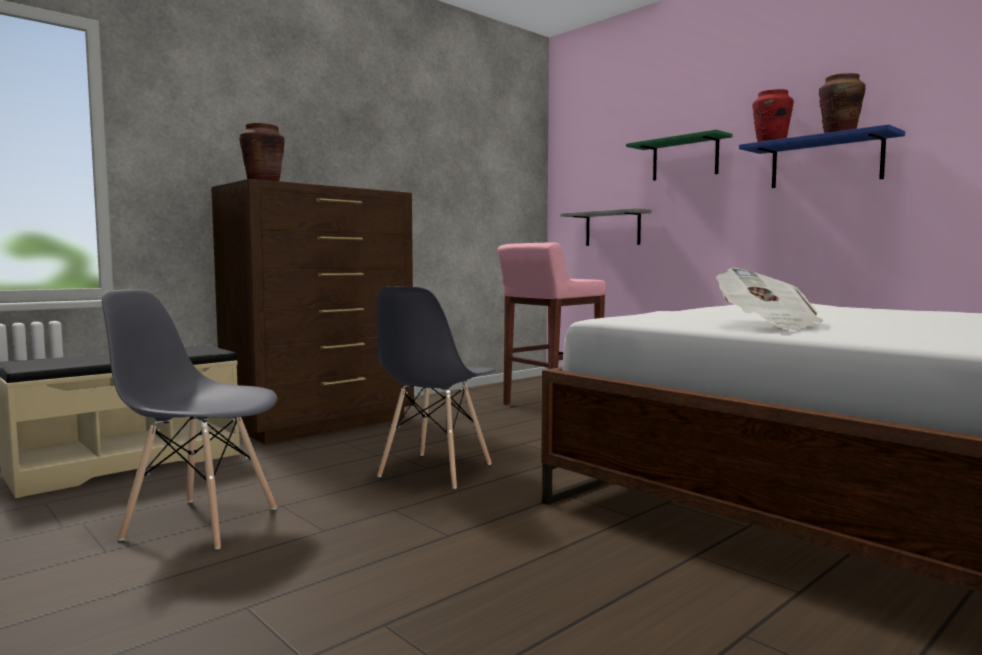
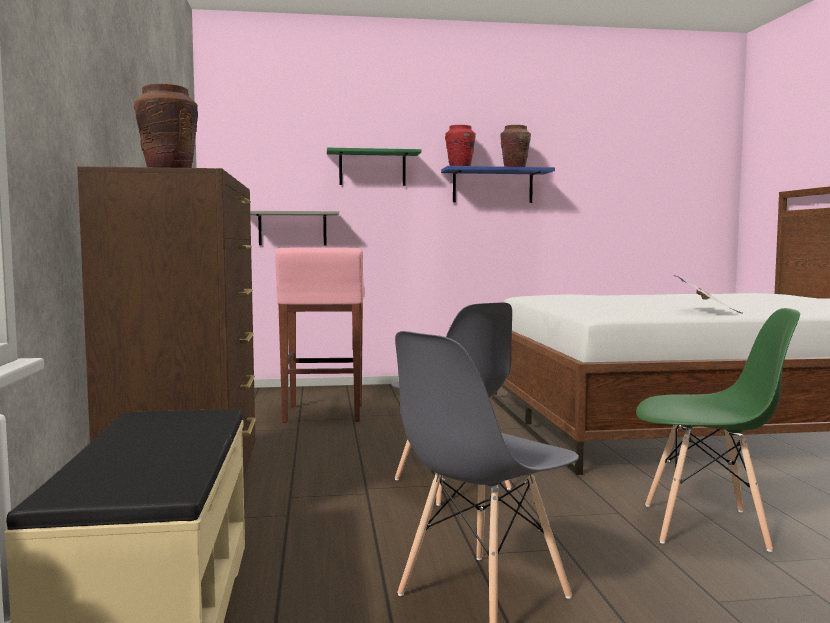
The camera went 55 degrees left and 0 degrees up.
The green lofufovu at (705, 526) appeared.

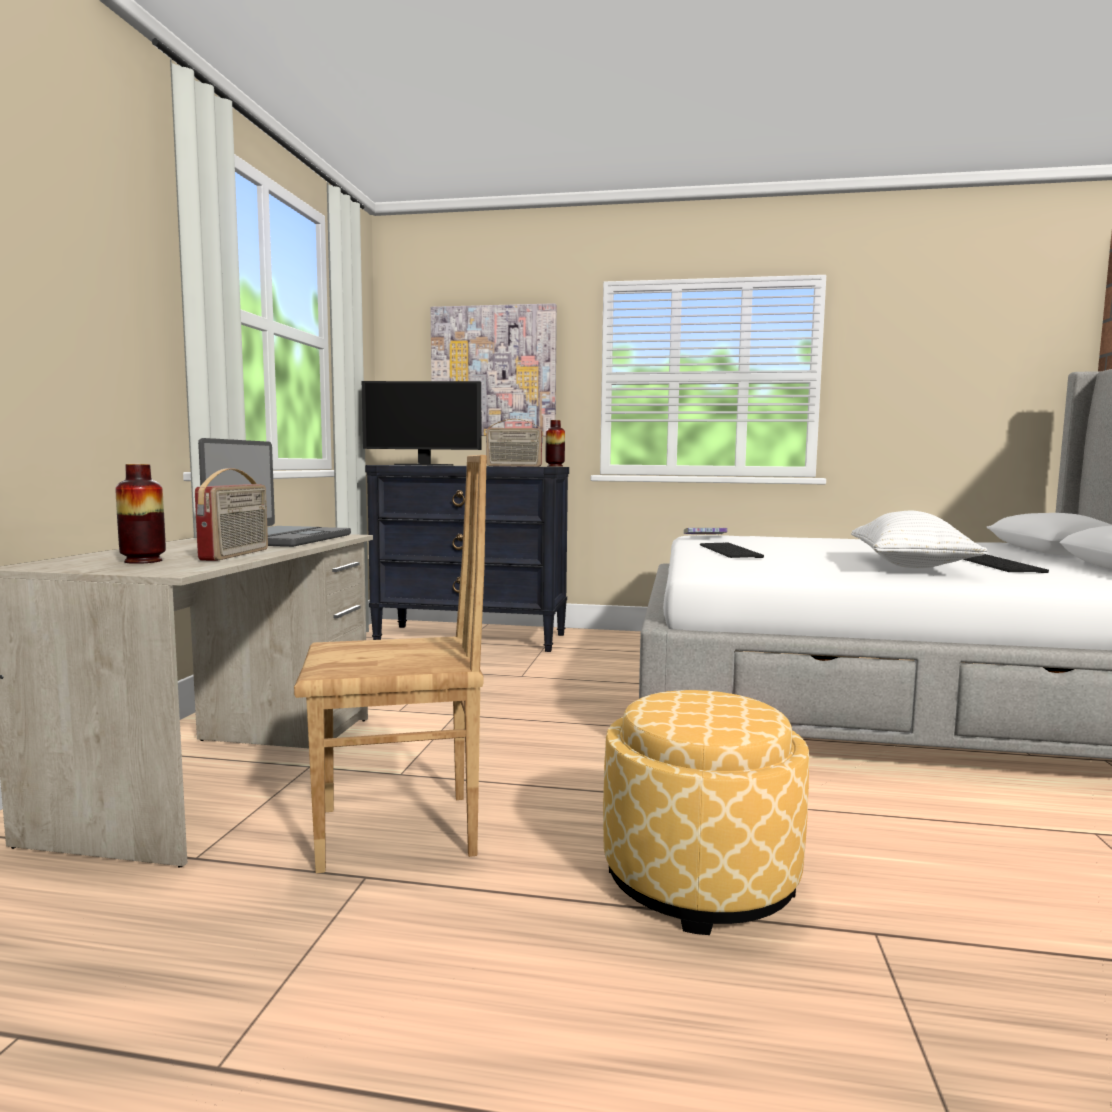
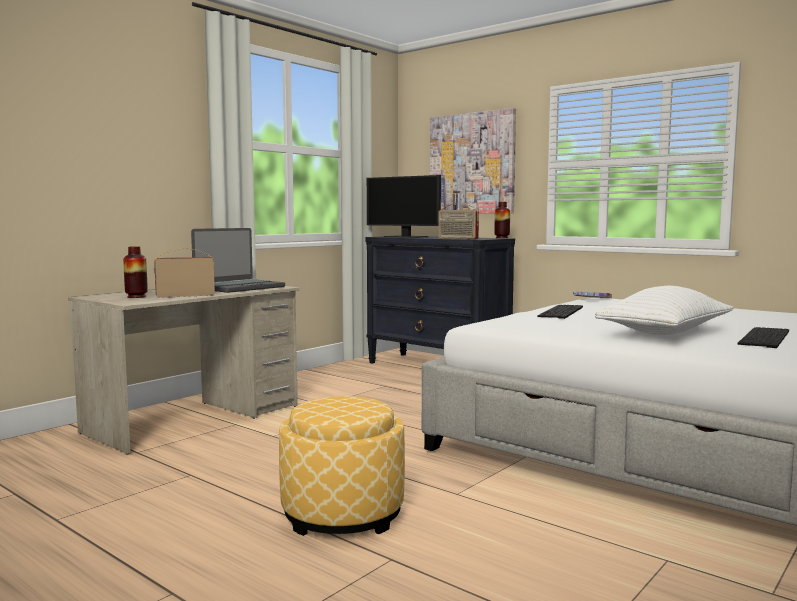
The camera went 30 degrees right and 0 degrees up.
The brown lofufovu at (399, 832) disappeared.
The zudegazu at (236, 554) turned 150 degrees counterclockwise.

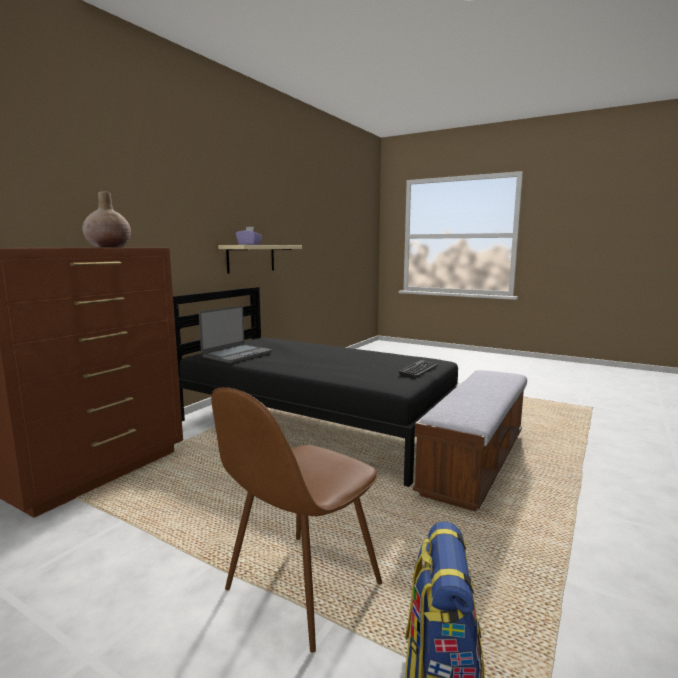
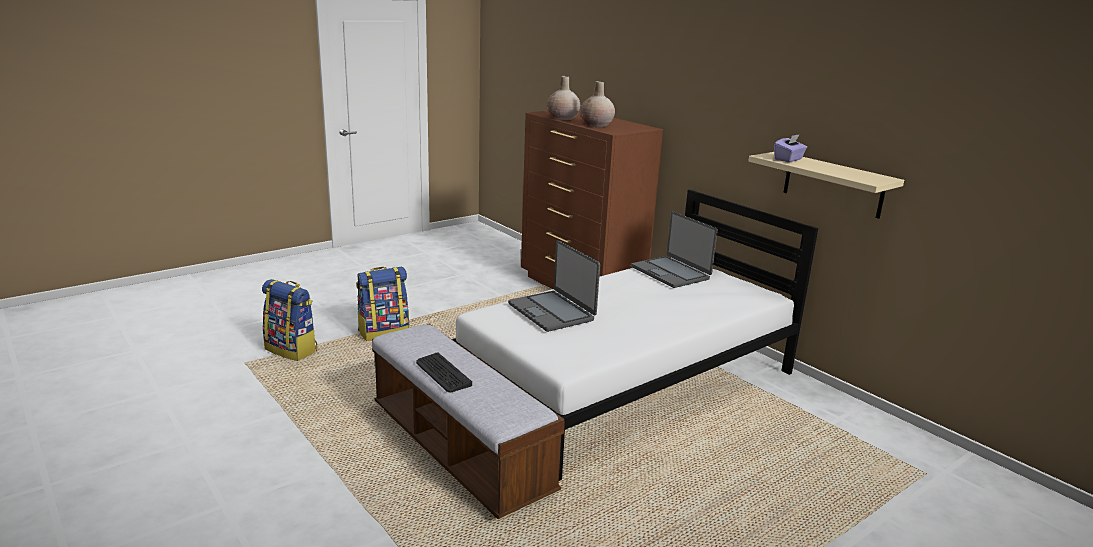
The camera went 110 degrees right and 10 degrees up.
The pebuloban at (552, 312) appeared.
The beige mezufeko at (563, 118) appeared.
The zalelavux moved from (419, 369) to (443, 373).
The brown lofufovu at (300, 589) was replaced by the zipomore at (384, 332).
The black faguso at (315, 425) became the white faguso at (629, 384).

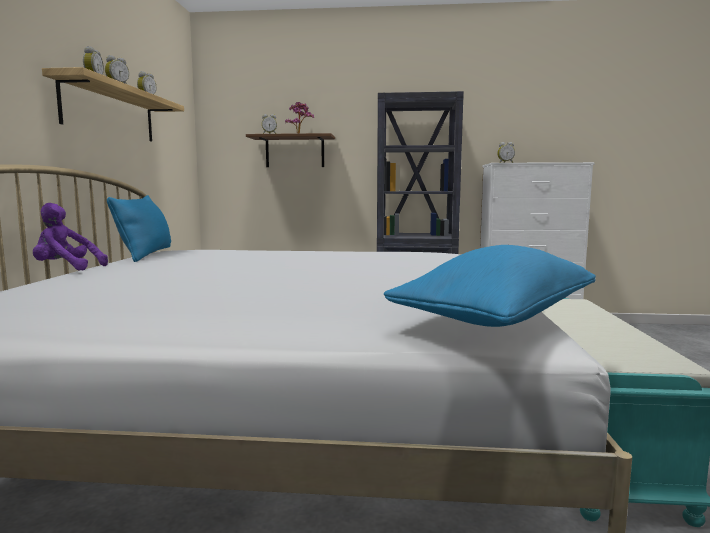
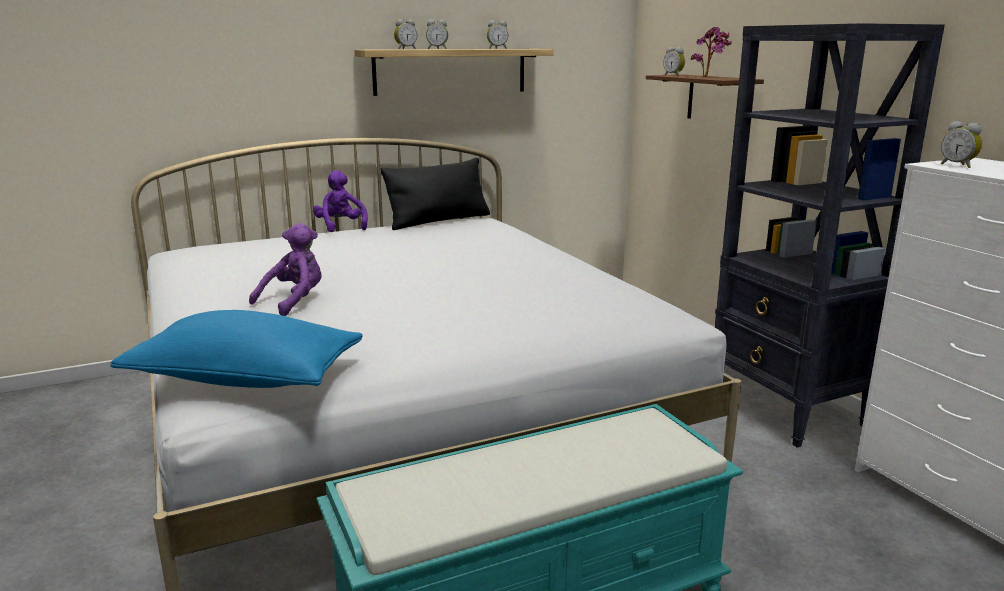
The camera went 60 degrees right and 10 degrees up.
The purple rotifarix at (294, 302) appeared.
The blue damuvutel at (146, 254) became the black damuvutel at (439, 221).

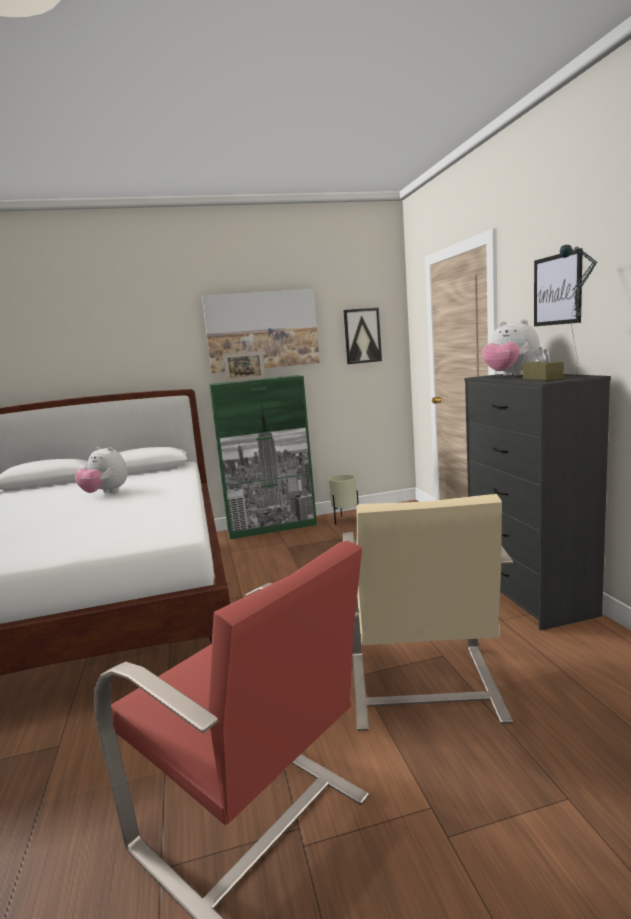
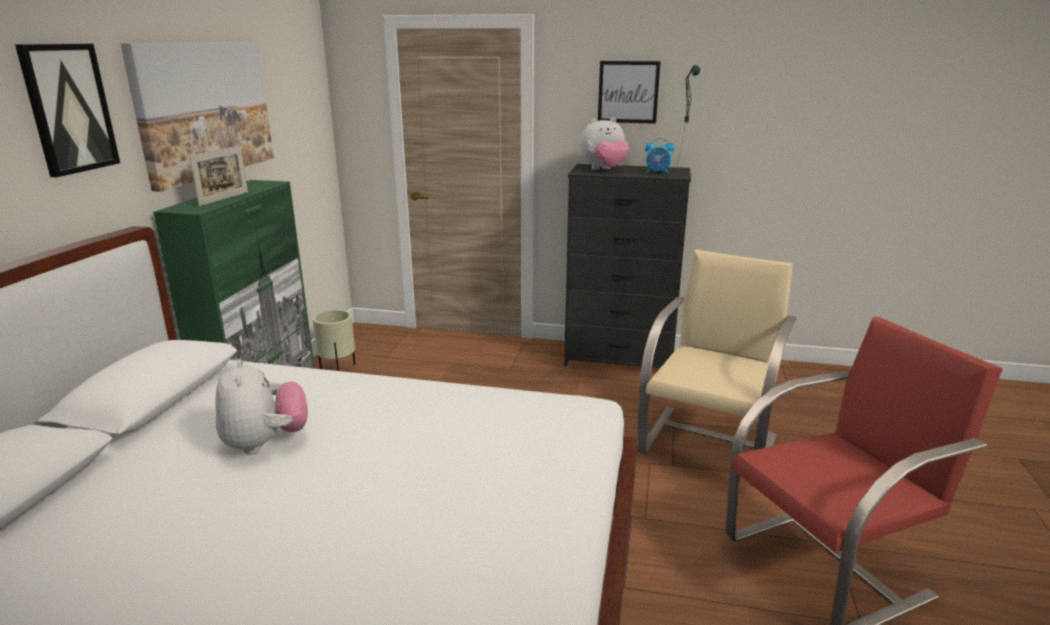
The camera went 65 degrees left and 10 degrees up.
The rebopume moved from (362, 336) to (69, 109).
The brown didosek at (542, 378) was replaced by the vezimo at (657, 173).
The rotifarix at (105, 493) turned 75 degrees counterclockwise.
The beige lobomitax at (423, 687) turned 90 degrees counterclockwise.

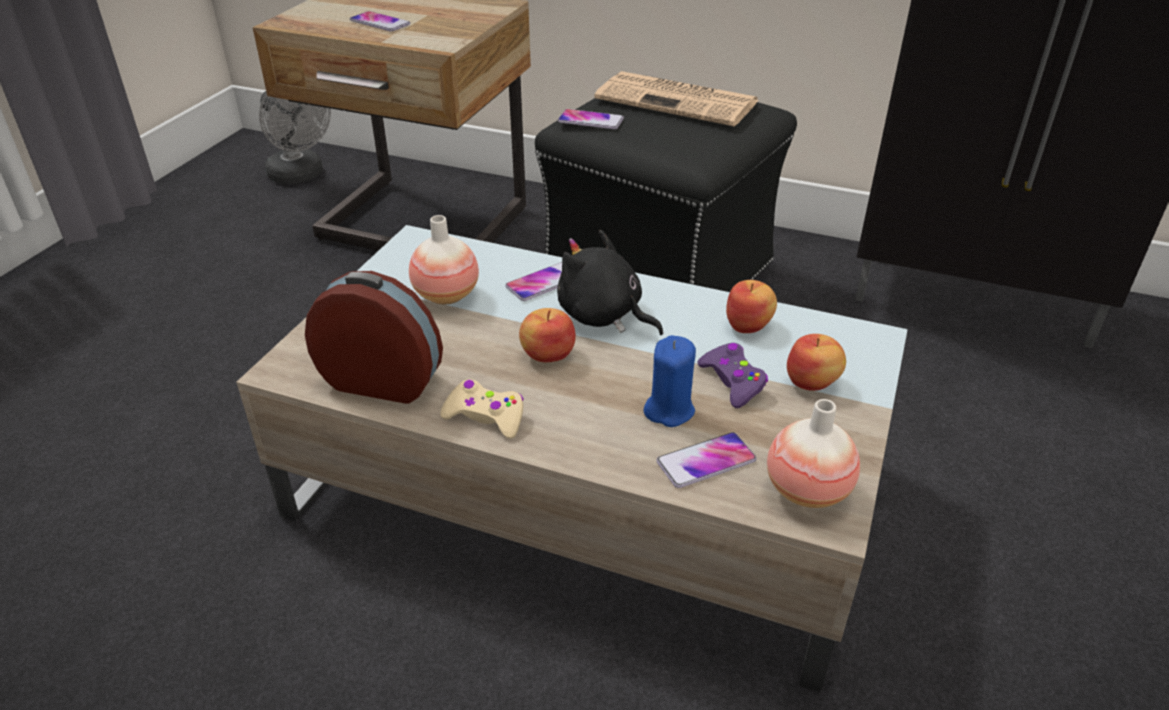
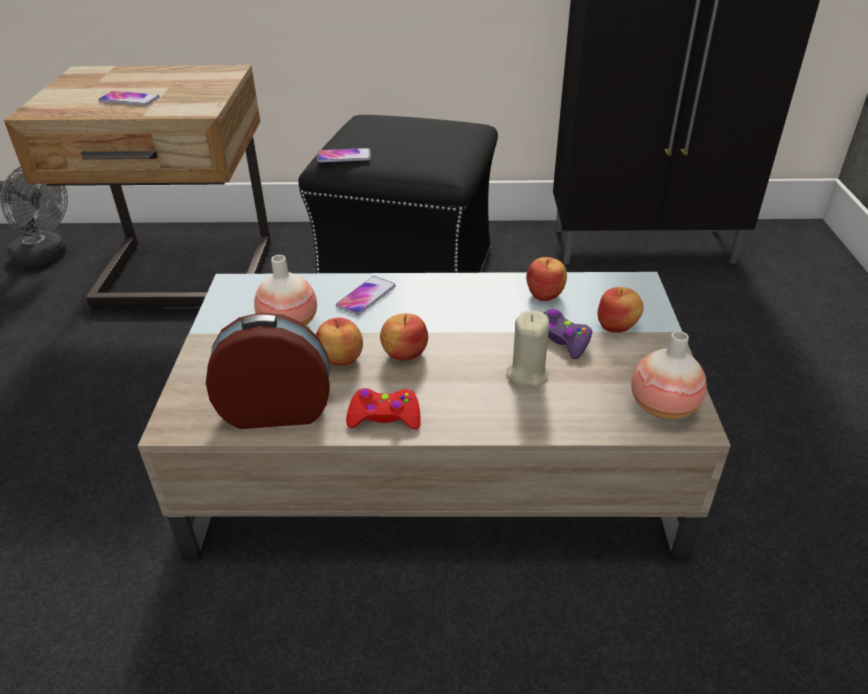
The camera went 20 degrees left and 0 degrees up.
The black rotifarix at (603, 316) disappeared.
The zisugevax at (679, 101) disappeared.
The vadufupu at (706, 461) disappeared.
The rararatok at (340, 359) appeared.
The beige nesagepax at (485, 416) became the red nesagepax at (384, 416).
The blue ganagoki at (669, 410) became the beige ganagoki at (527, 373).

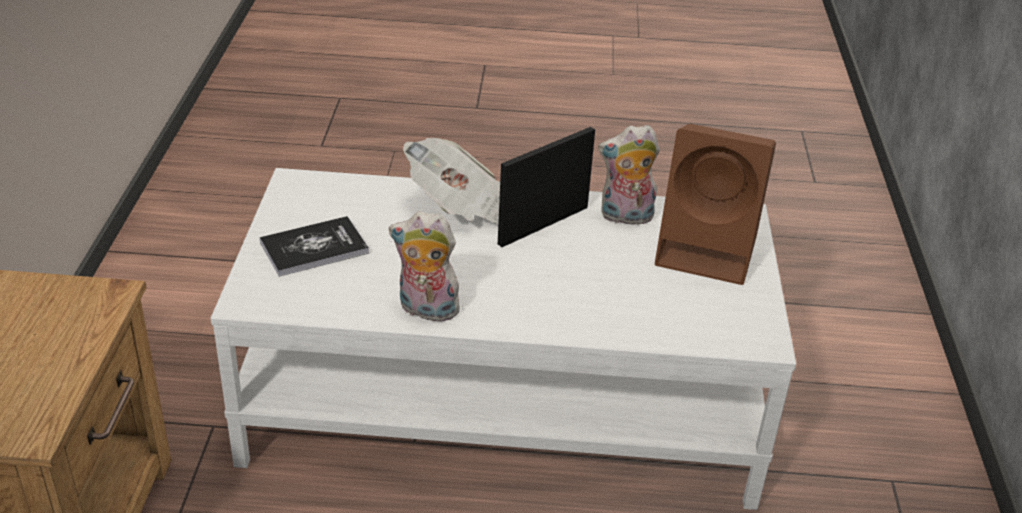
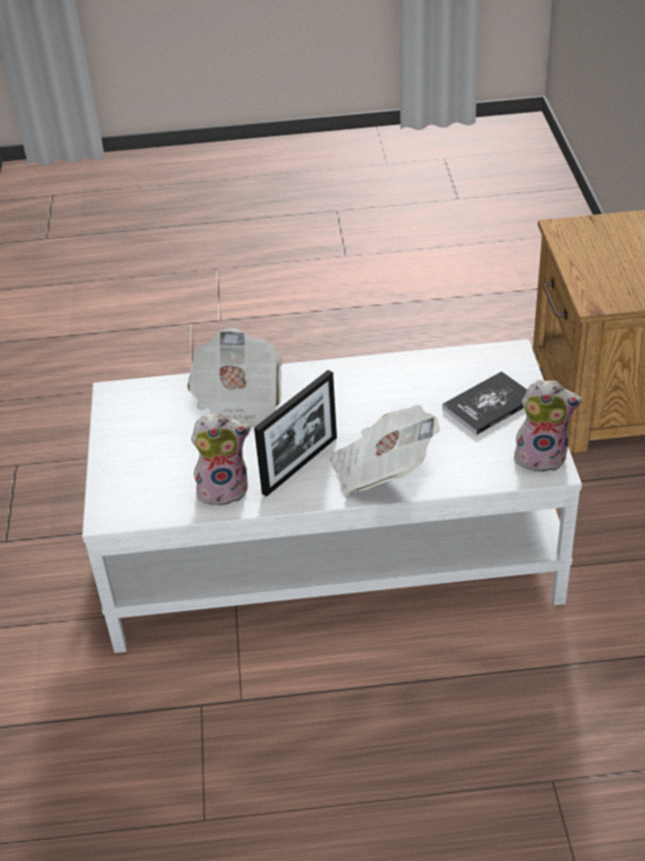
The camera went 175 degrees right and 5 degrees up.
The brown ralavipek at (709, 251) disappeared.
The zisugevax at (238, 404) appeared.
The rotifarix moved from (426, 310) to (541, 456).

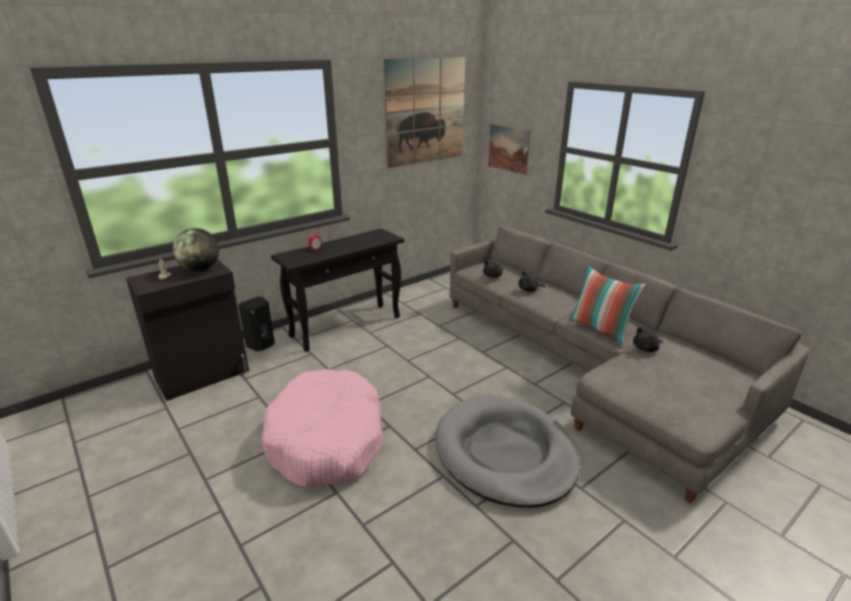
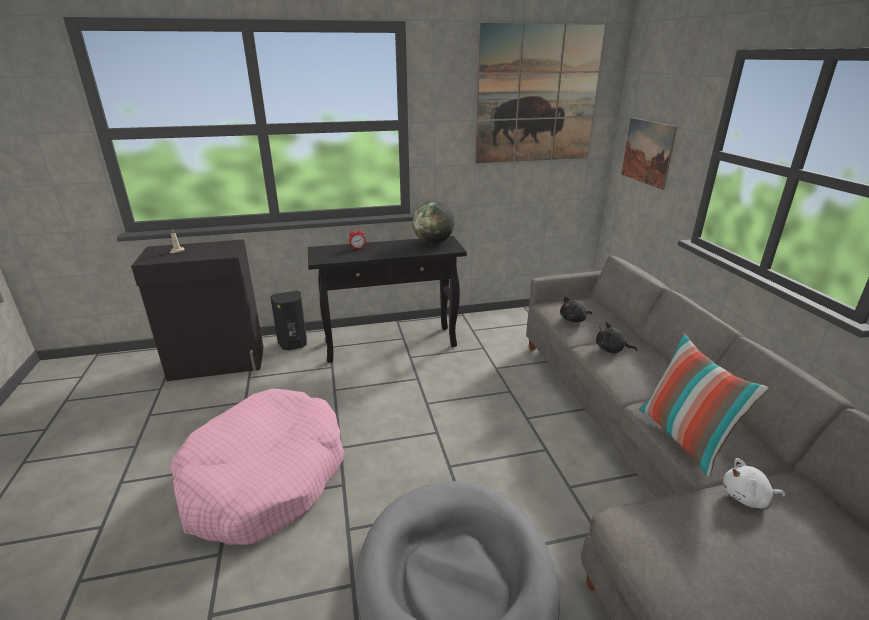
The camera went 25 degrees right and 0 degrees up.
The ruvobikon moved from (200, 269) to (433, 242).
The black rotifarix at (646, 349) became the white rotifarix at (747, 498).

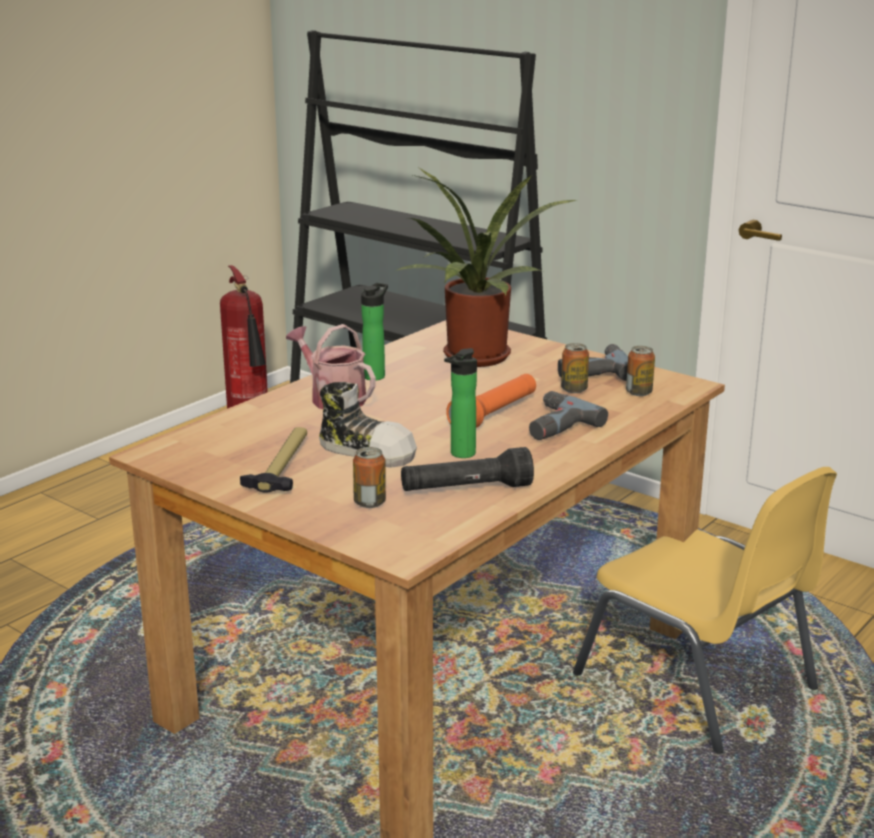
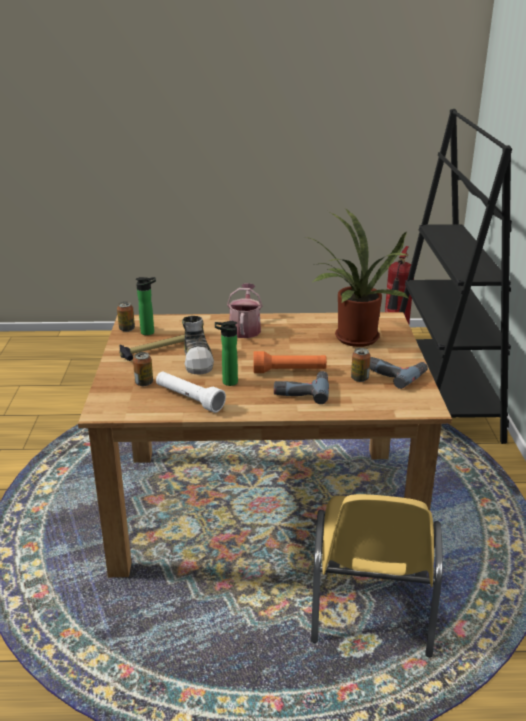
The camera went 50 degrees right and 5 degrees up.
The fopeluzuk moved from (375, 375) to (149, 332).
The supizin moved from (639, 392) to (127, 329).
The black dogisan at (466, 490) became the white dogisan at (189, 399).

